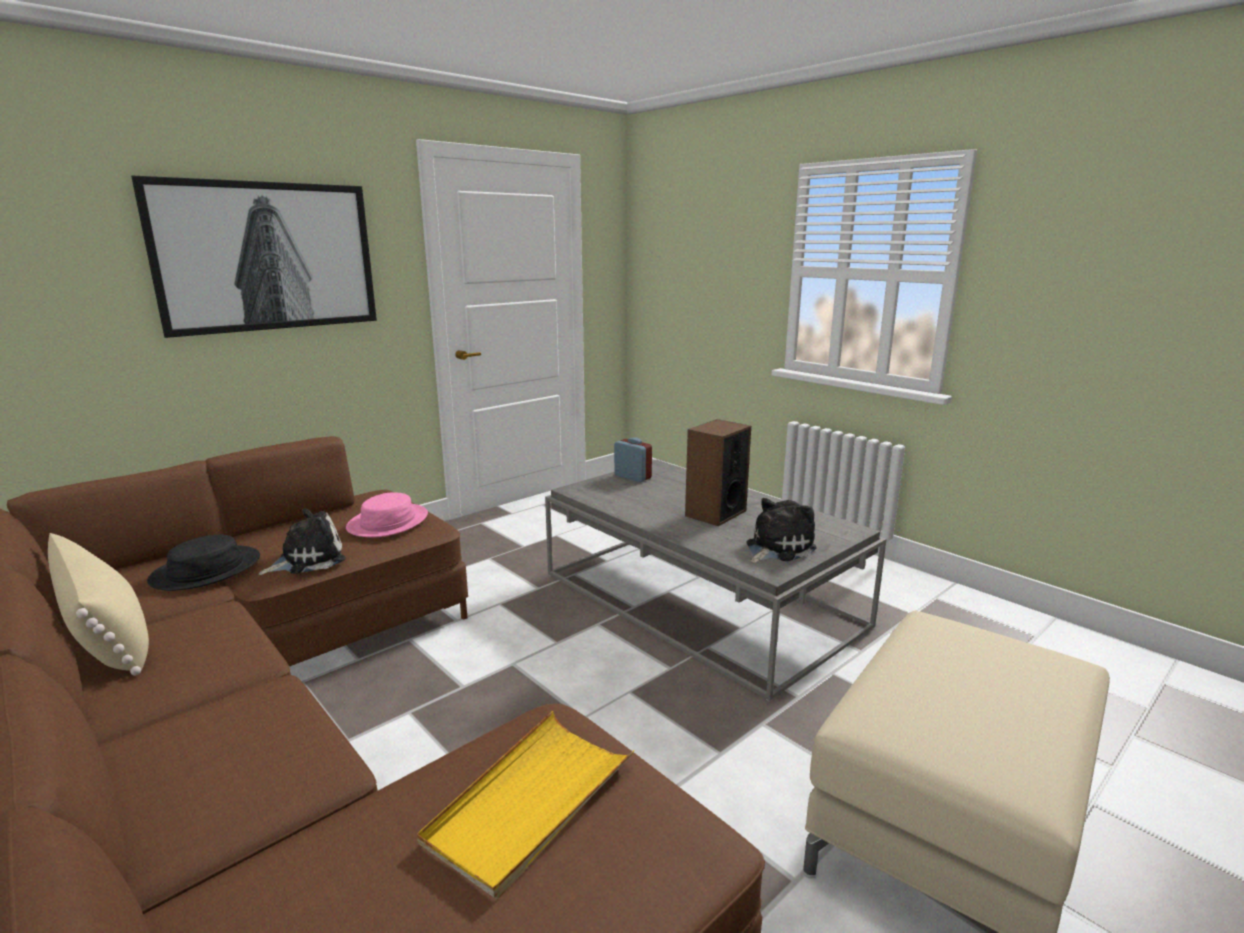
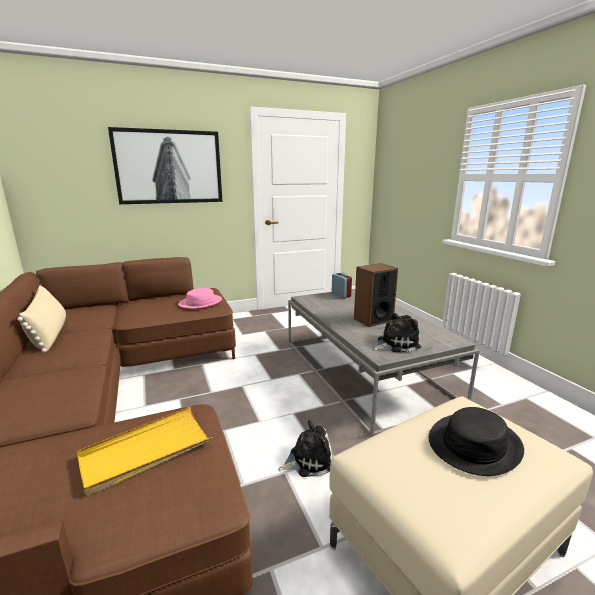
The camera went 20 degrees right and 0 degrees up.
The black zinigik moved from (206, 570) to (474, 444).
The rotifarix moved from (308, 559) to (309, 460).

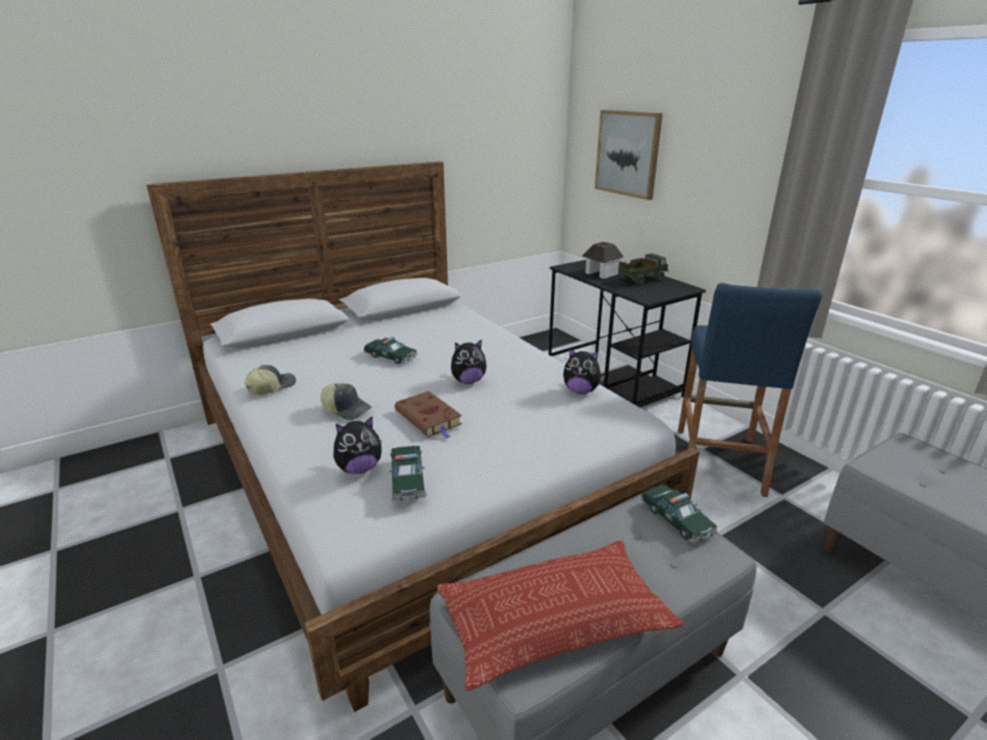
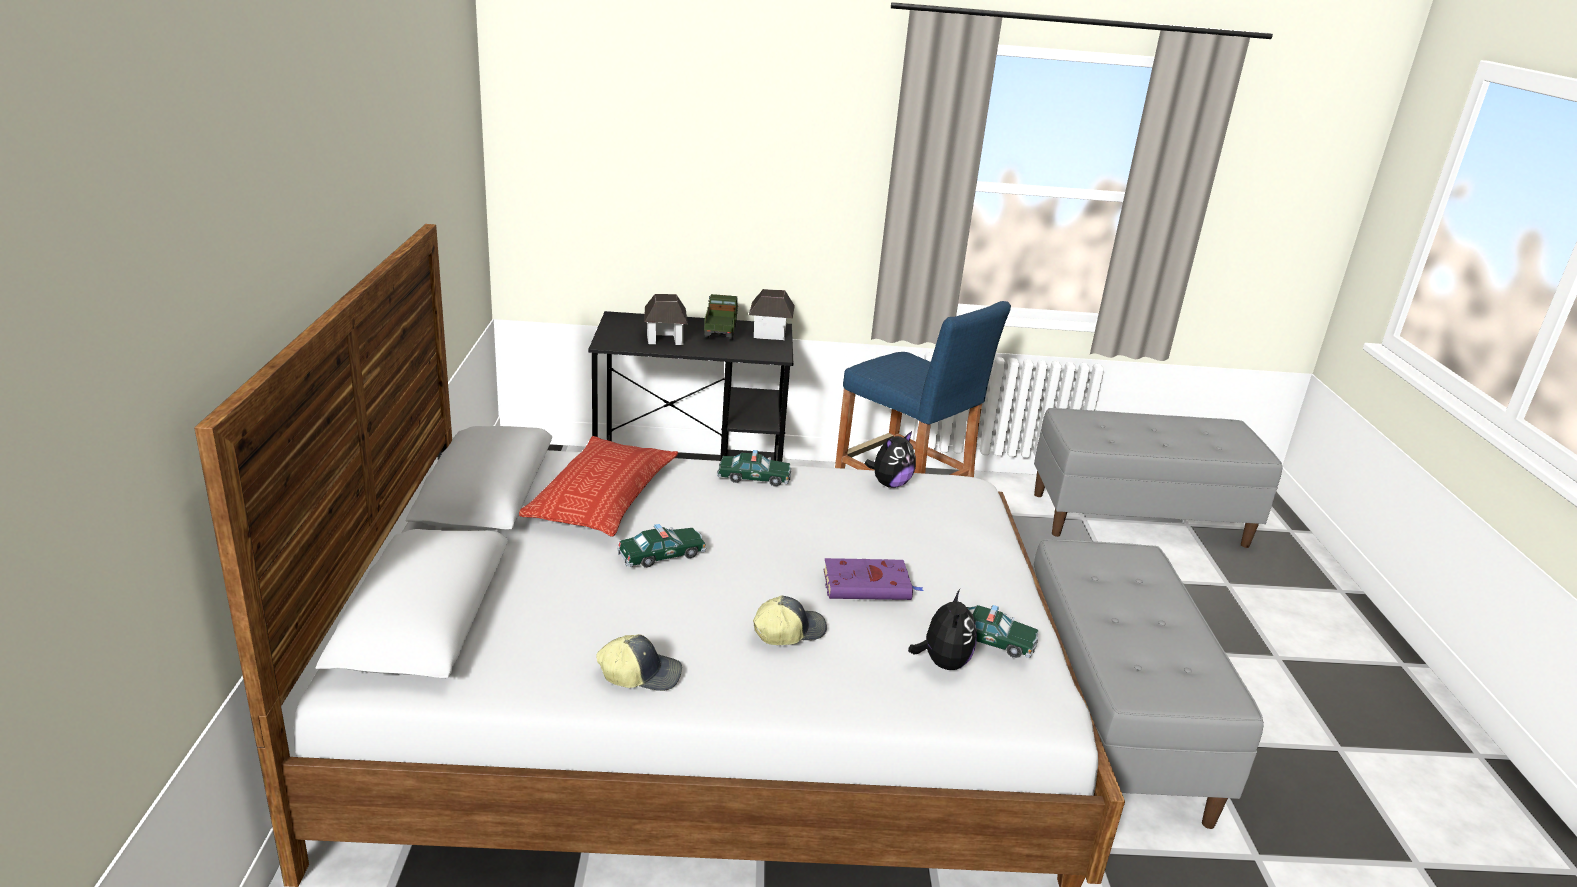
The camera went 60 degrees left and 0 degrees up.
The rotifarix at (468, 381) disappeared.
The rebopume at (628, 153) disappeared.
The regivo at (770, 333) appeared.
The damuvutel moved from (554, 619) to (602, 495).
The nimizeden moved from (676, 519) to (754, 478).
The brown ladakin at (429, 418) became the purple ladakin at (869, 585).
The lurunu at (271, 387) turned 105 degrees clockwise.

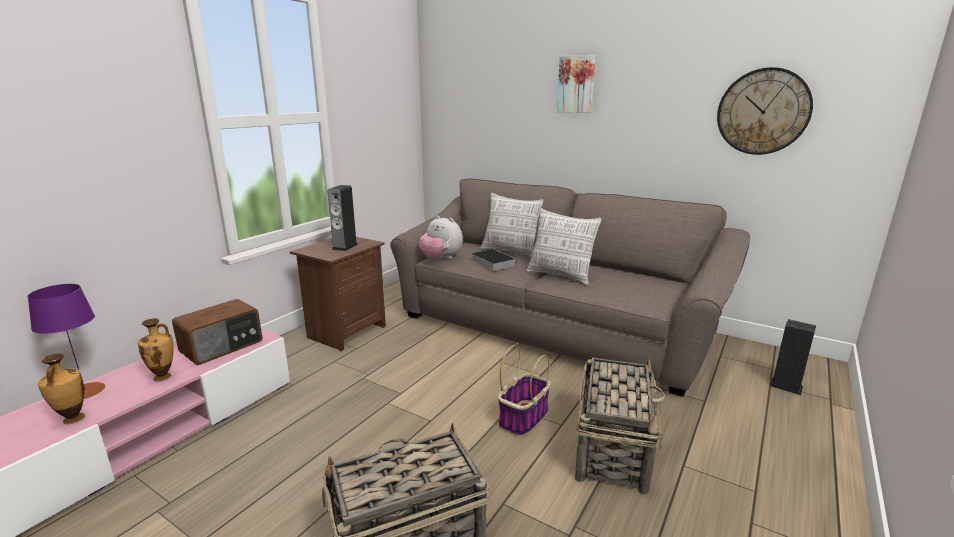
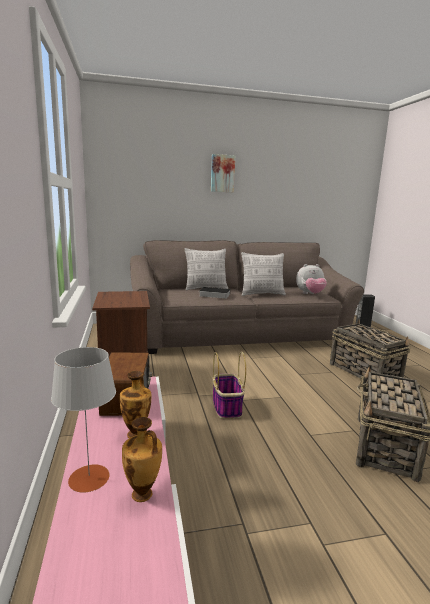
The camera went 45 degrees left and 5 degrees down.
The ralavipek at (345, 247) disappeared.
The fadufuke at (763, 112) disappeared.
The rotifarix moved from (441, 259) to (310, 294).
The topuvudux moved from (523, 418) to (226, 406).
The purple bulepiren at (85, 391) became the grey bulepiren at (89, 478).

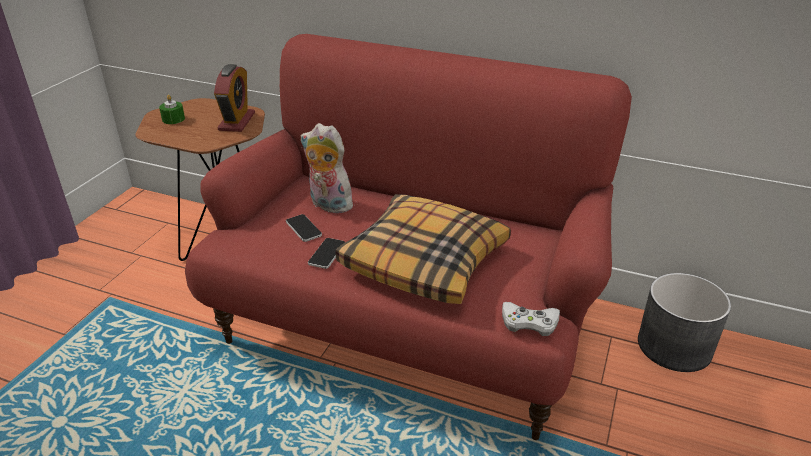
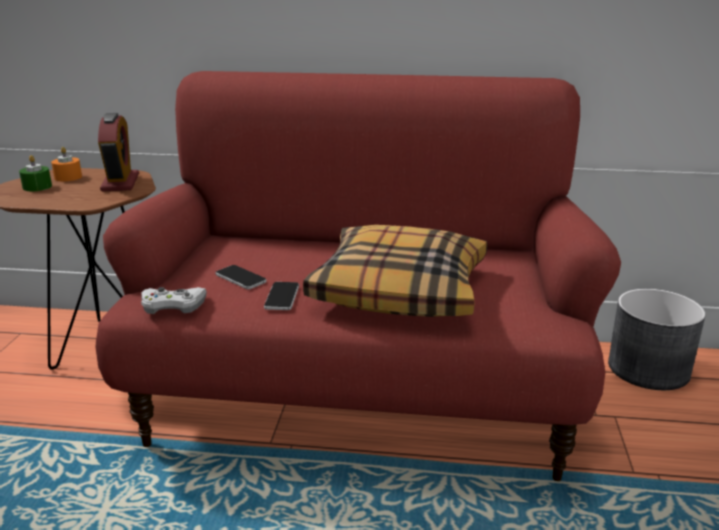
The camera went 15 degrees left and 10 degrees down.
The rotifarix at (328, 205) disappeared.
The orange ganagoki at (68, 177) appeared.
The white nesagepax moved from (529, 322) to (173, 305).

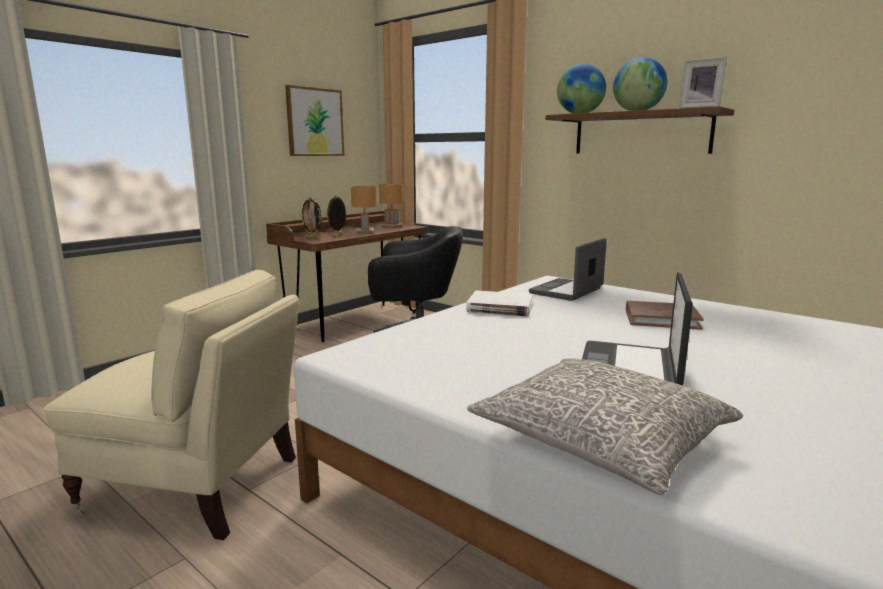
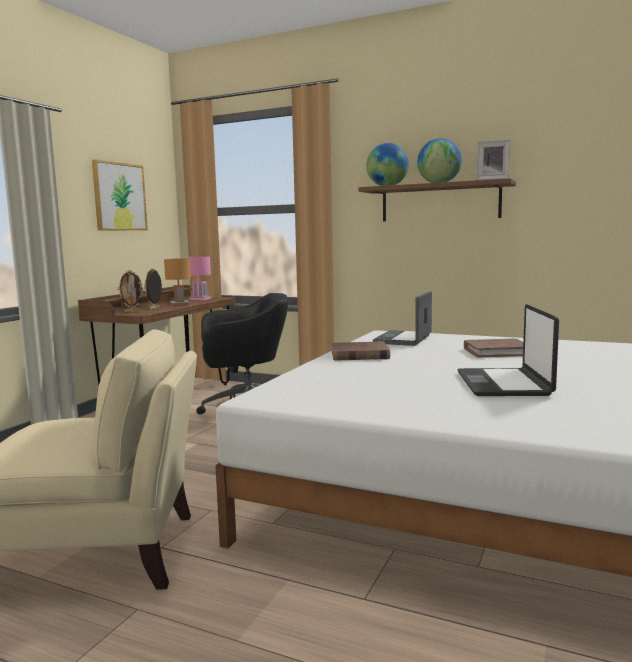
The camera went 15 degrees left and 5 degrees down.
The grey damuvutel at (599, 442) disappeared.
The brown bulepiren at (391, 226) became the pink bulepiren at (200, 299).
The white ladakin at (500, 307) became the brown ladakin at (359, 355).

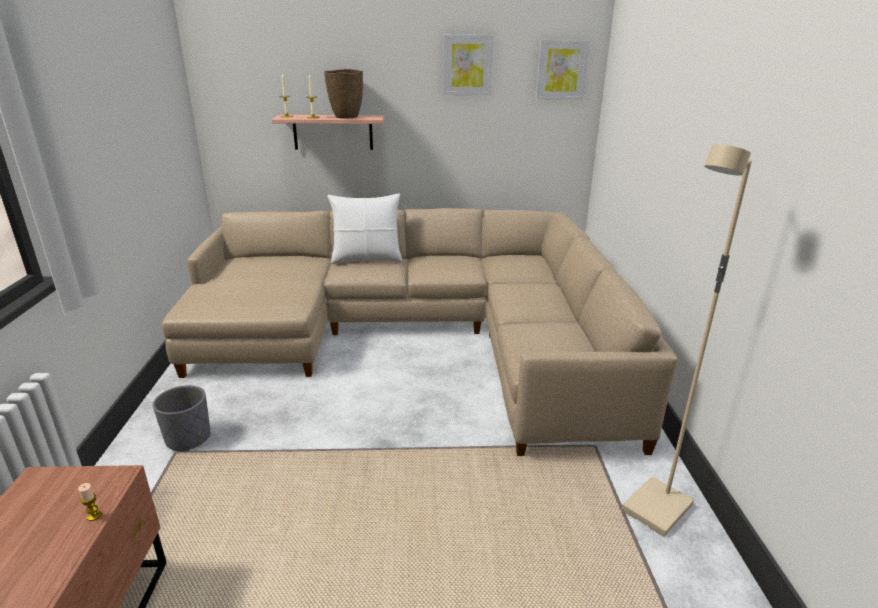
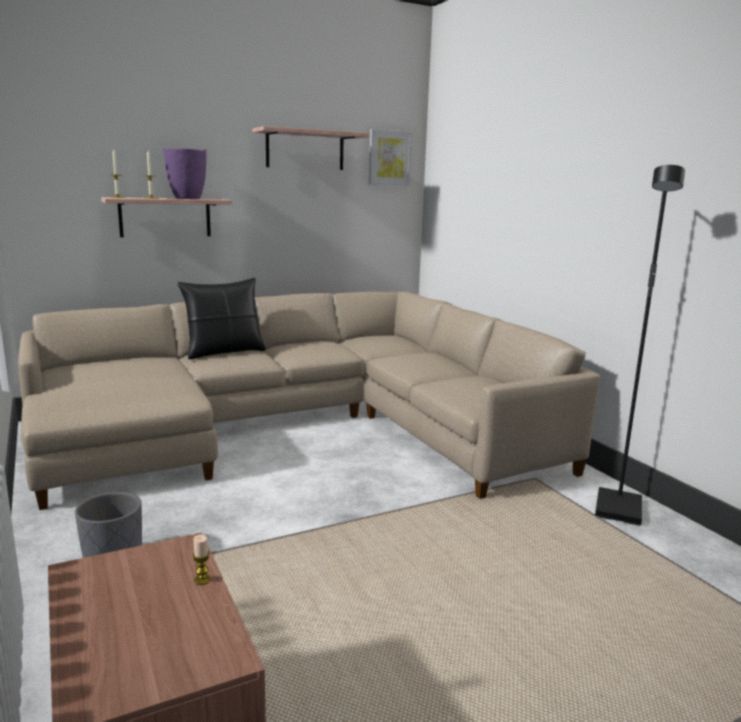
The camera went 25 degrees left and 10 degrees down.
The rebopume at (467, 65) was replaced by the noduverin at (305, 150).
The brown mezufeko at (346, 117) became the purple mezufeko at (187, 198).
The white damuvutel at (367, 259) became the black damuvutel at (224, 352).
The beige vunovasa at (658, 510) became the black vunovasa at (620, 510).

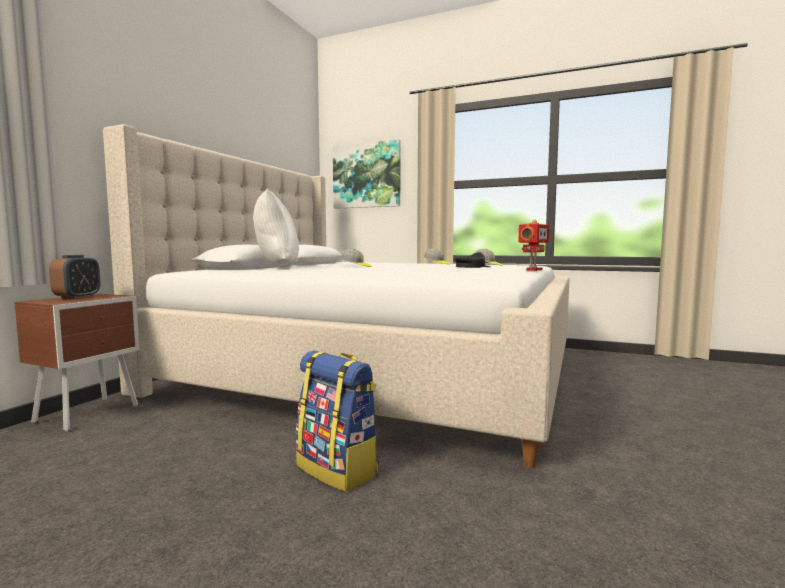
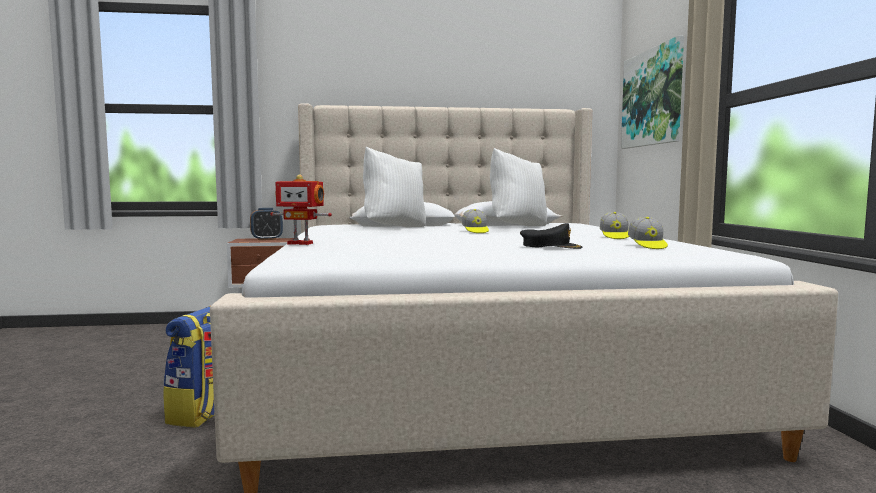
The camera went 60 degrees right and 0 degrees up.
The white damuvutel at (517, 226) appeared.
The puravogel moved from (533, 270) to (301, 243).

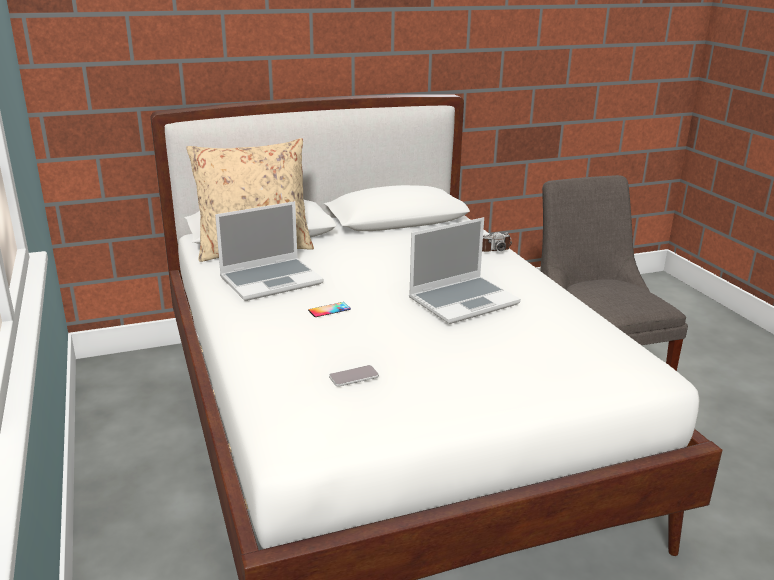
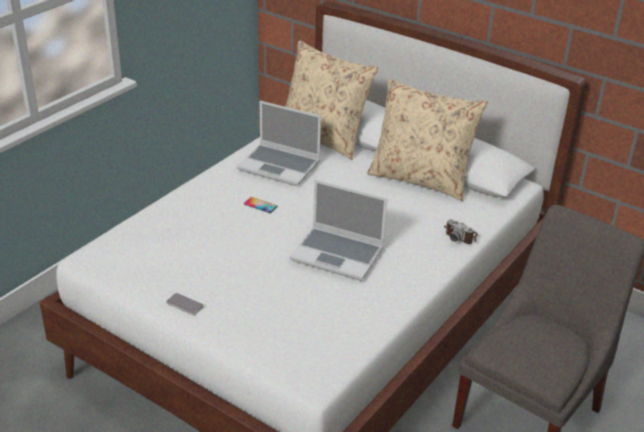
The camera went 55 degrees right and 10 degrees up.
The beige damuvutel at (420, 179) appeared.
The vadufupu moved from (354, 376) to (185, 304).

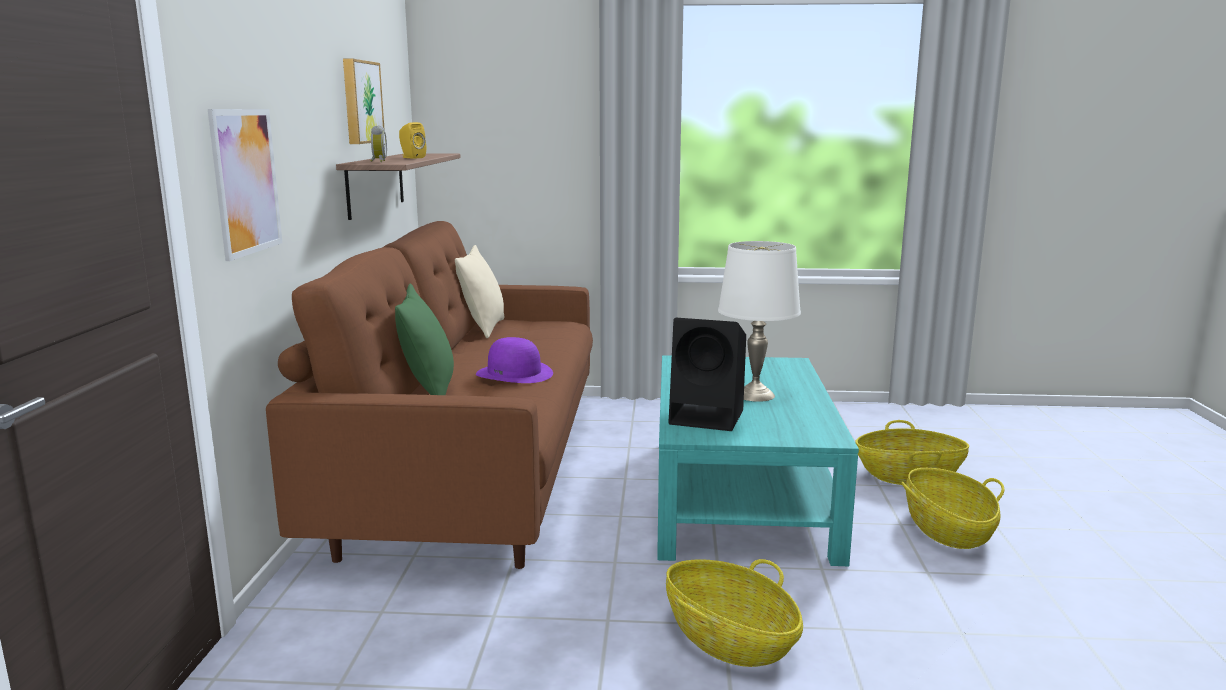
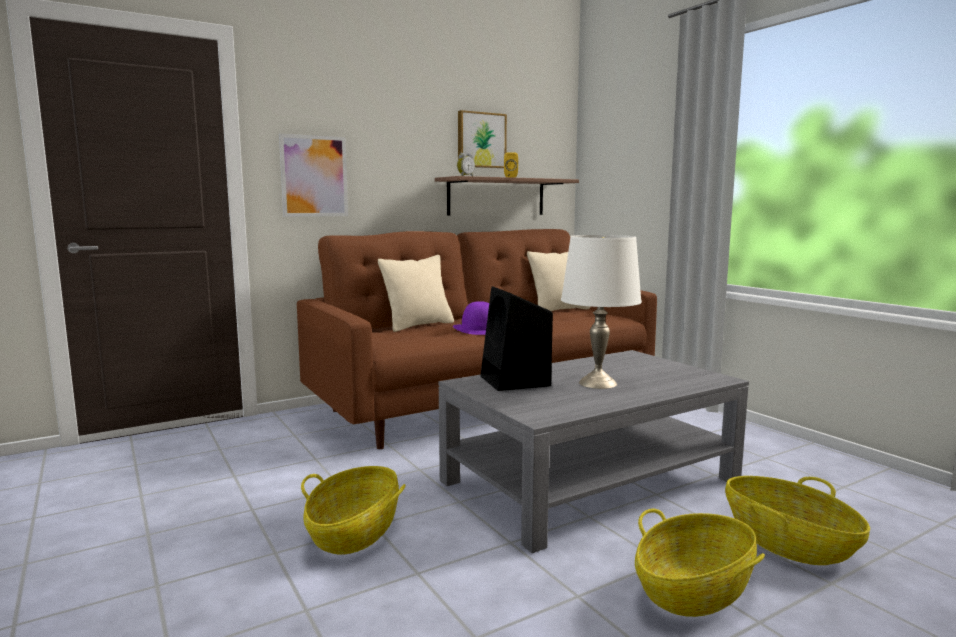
The camera went 55 degrees right and 5 degrees down.
The green damuvutel at (429, 391) became the beige damuvutel at (418, 325).
The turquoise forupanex at (739, 495) became the grey forupanex at (591, 480).

